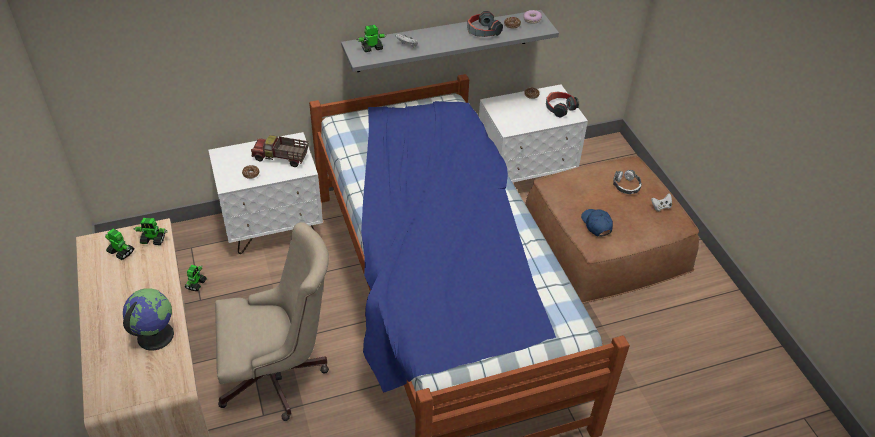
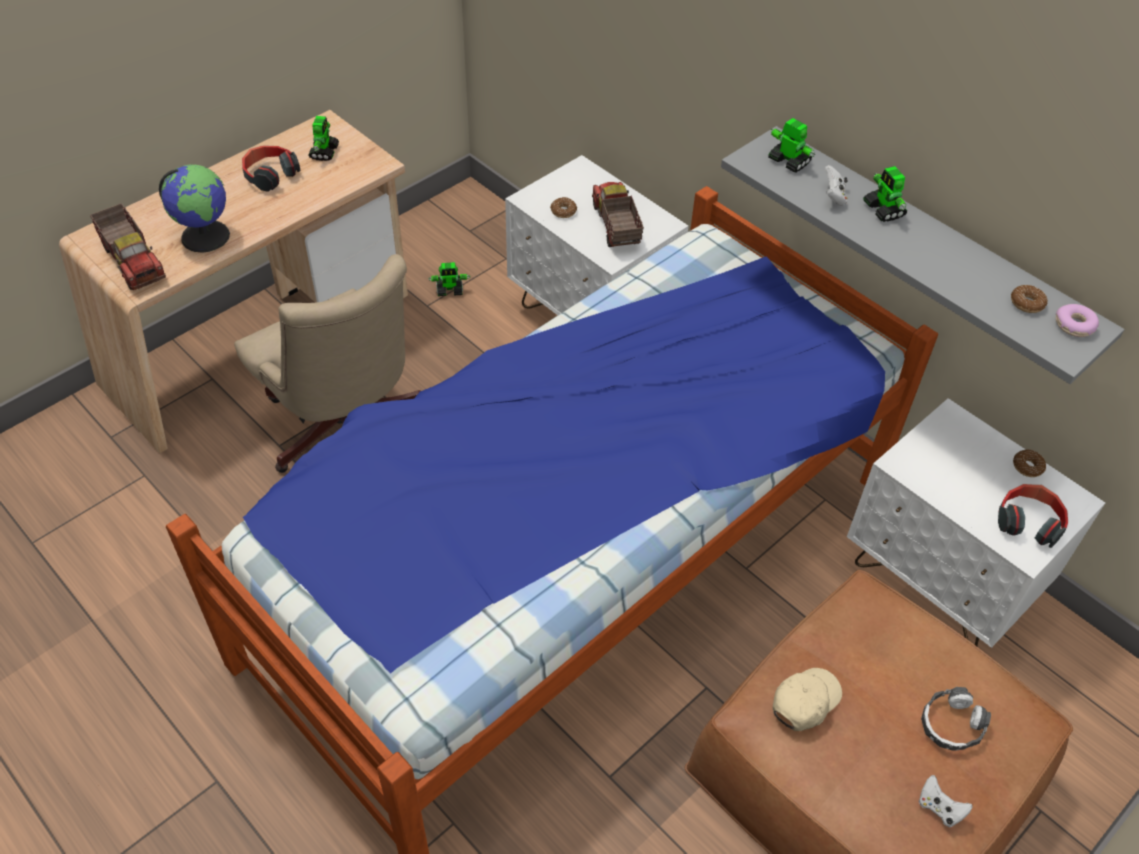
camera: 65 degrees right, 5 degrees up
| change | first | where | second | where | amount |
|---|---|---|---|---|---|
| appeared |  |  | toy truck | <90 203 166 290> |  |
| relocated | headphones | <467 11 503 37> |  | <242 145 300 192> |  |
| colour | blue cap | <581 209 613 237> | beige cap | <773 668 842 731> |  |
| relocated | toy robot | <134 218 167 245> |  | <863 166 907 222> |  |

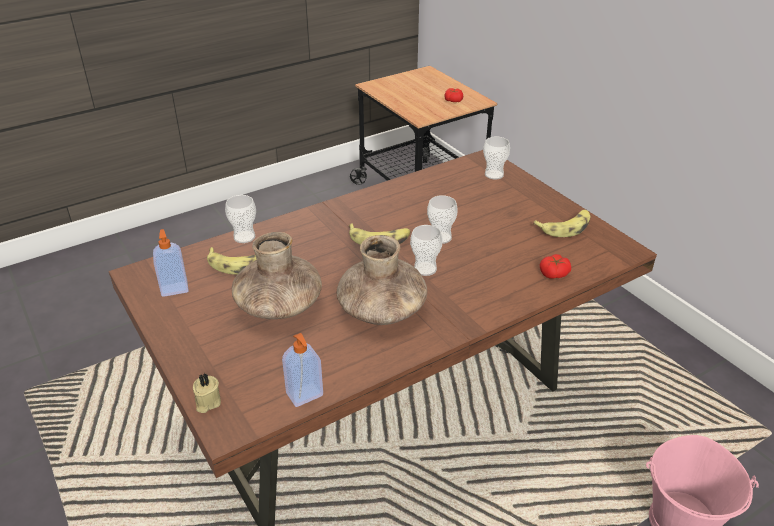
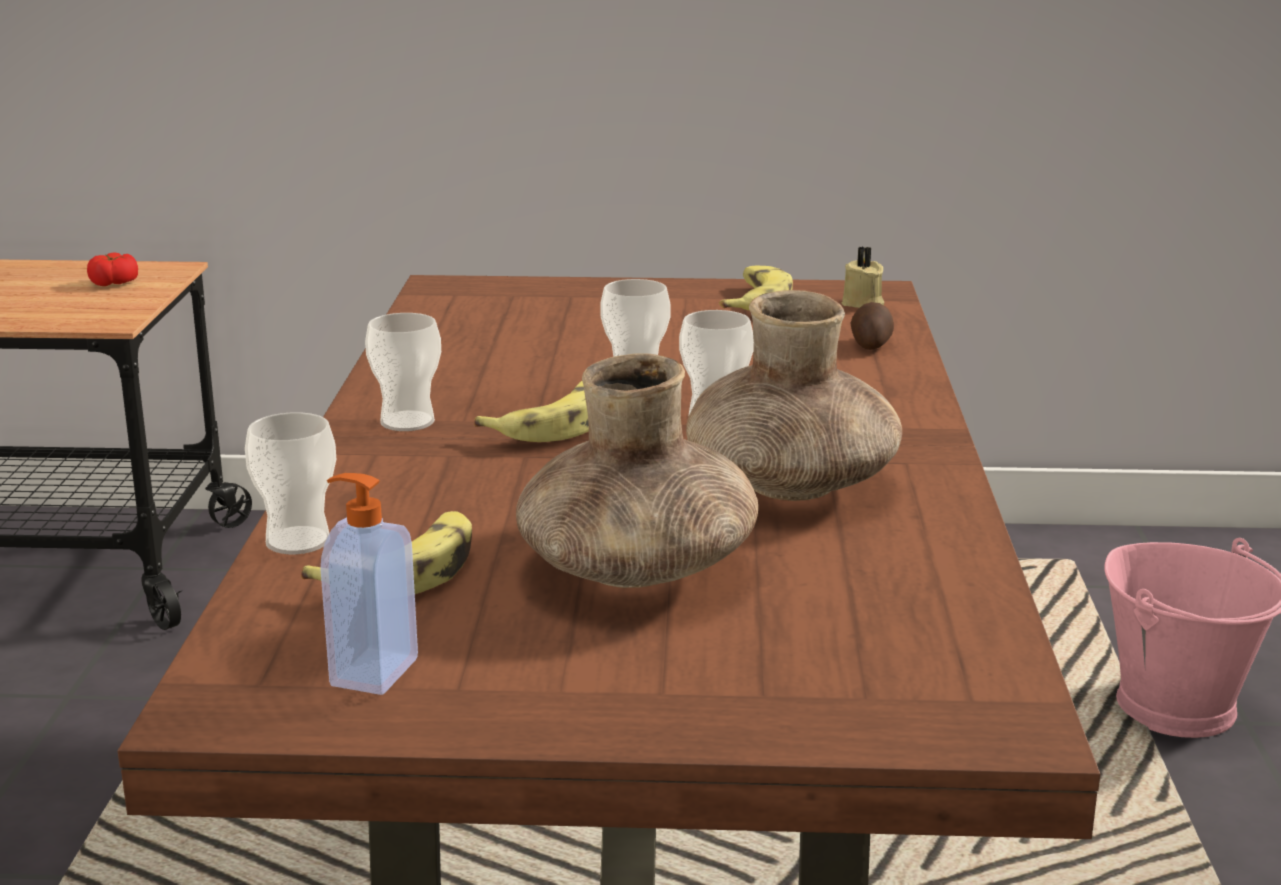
camera: 55 degrees left, 15 degrees down
| change | first | where | second | where | amount |
|---|---|---|---|---|---|
| relocated | cup | <483 137 510 179> |  | <365 313 441 431> |  |
| relocated | beige candle | <193 373 221 413> |  | <842 247 884 308> |  |
| exchanged | tomato | <540 254 571 279> | potato | <850 302 894 350> |  |
| missing | soap dispenser | <282 333 323 407> |  |  |  |

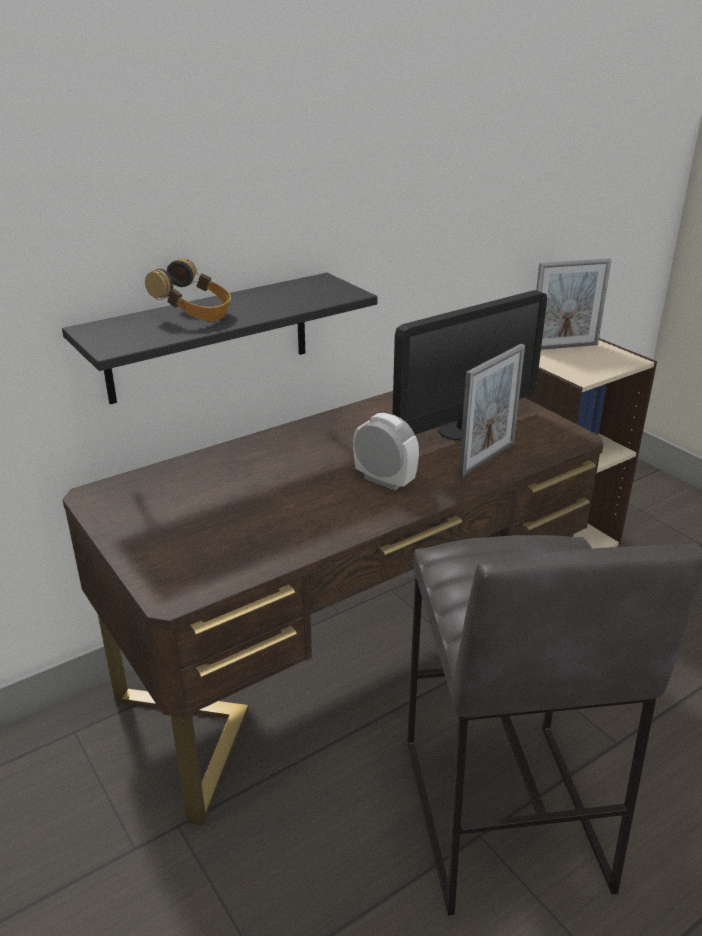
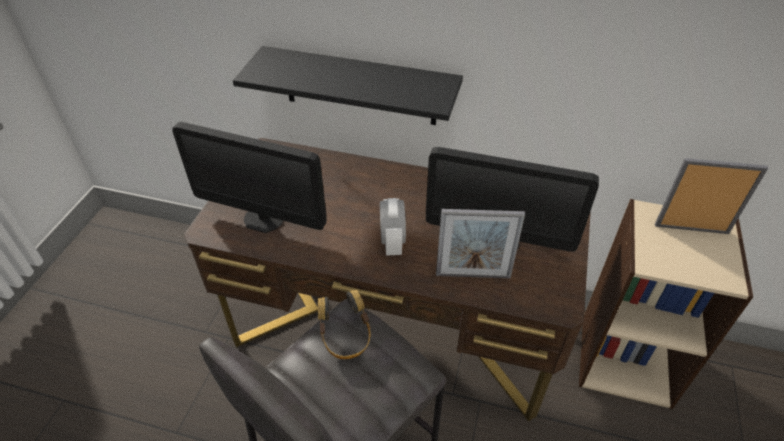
camera: 50 degrees right, 15 degrees up
| change | first | where | second | where | amount |
|---|---|---|---|---|---|
| appeared |  |  | monitor | <173 122 327 233> |  |
| relocated | headphones | <145 258 231 322> |  | <318 290 371 359> |  |
| spun | picture frame | <536 258 612 350> |  | <655 158 768 234> | 150 degrees clockwise |

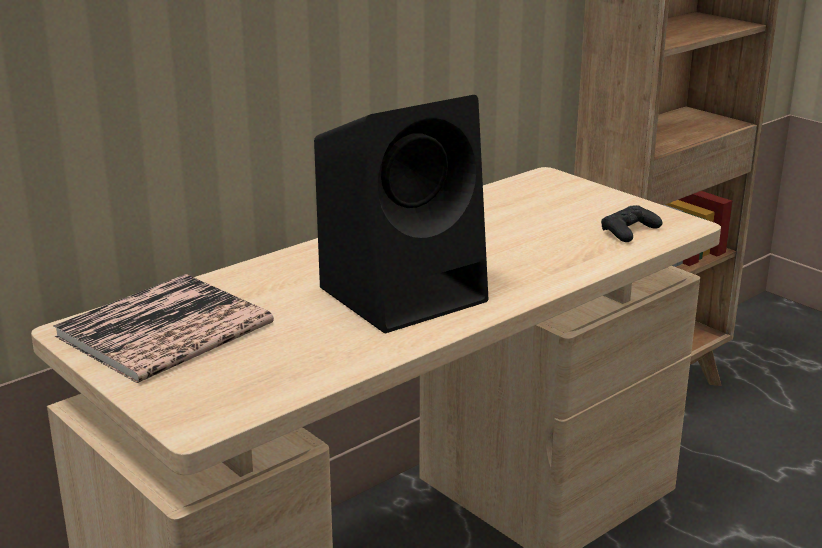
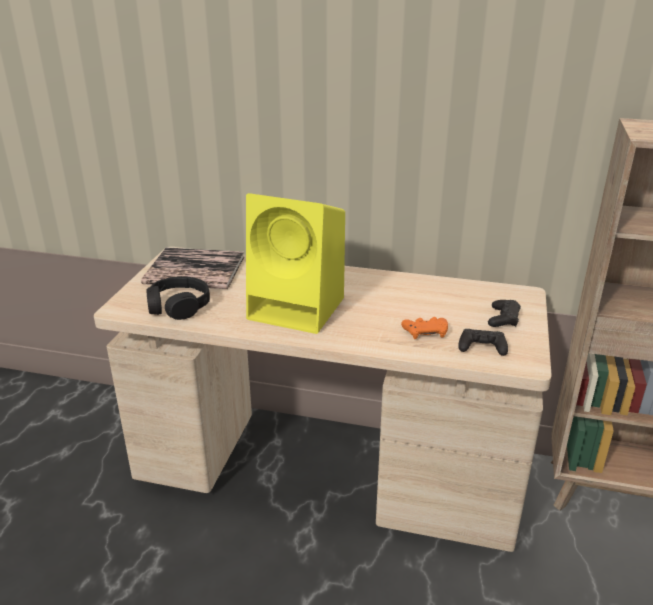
camera: 55 degrees right, 5 degrees up
| change | first | where | second | where | amount |
|---|---|---|---|---|---|
| appeared |  |  | black headphones | <147 276 210 320> |  |
| colour | black speaker | <314 95 488 333> | yellow speaker | <246 193 345 334> |  |
| appeared |  |  | orange game controller | <401 317 448 339> |  |
| appeared |  |  | black game controller | <488 300 521 327> |  |

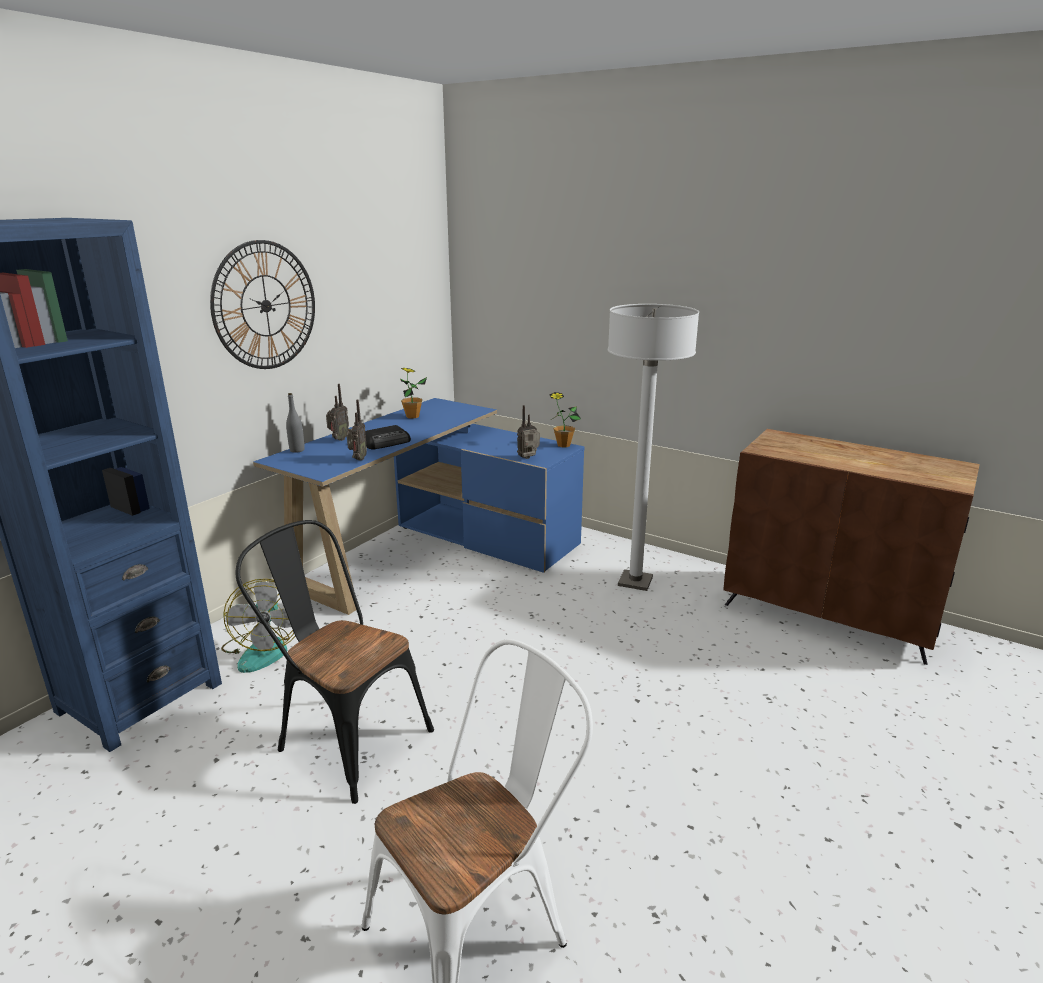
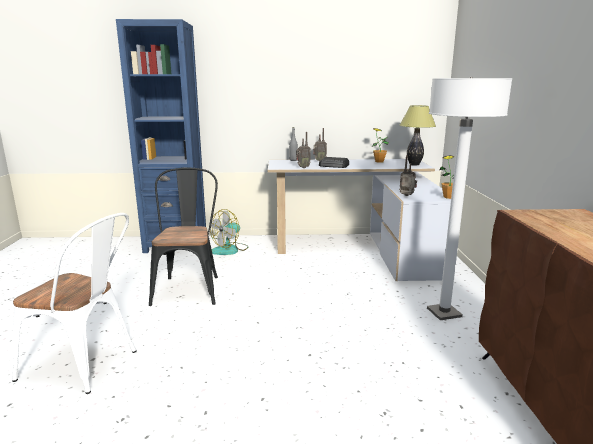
camera: 55 degrees right, 5 degrees down
| change | first | where | second | where | amount |
|---|---|---|---|---|---|
| colour | blue desk | <253 398 585 615> | white desk | <268 159 451 281> |  |
| appeared |  |  | table lamp | <399 105 436 166> |  |
| missing | wall clock | <210 240 315 369> |  |  |  |

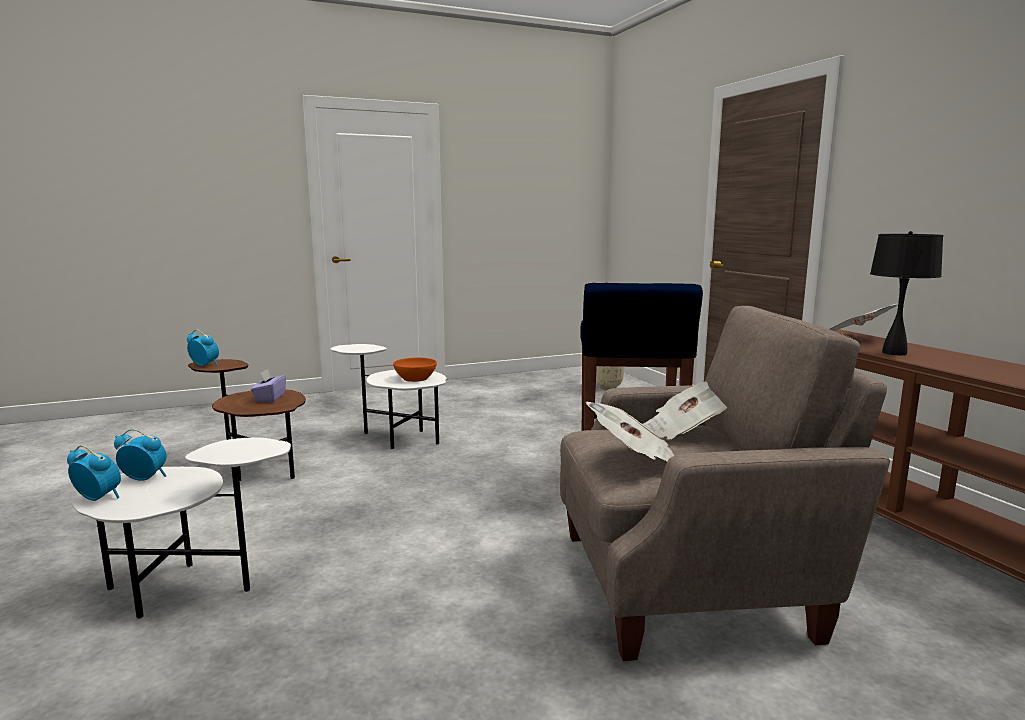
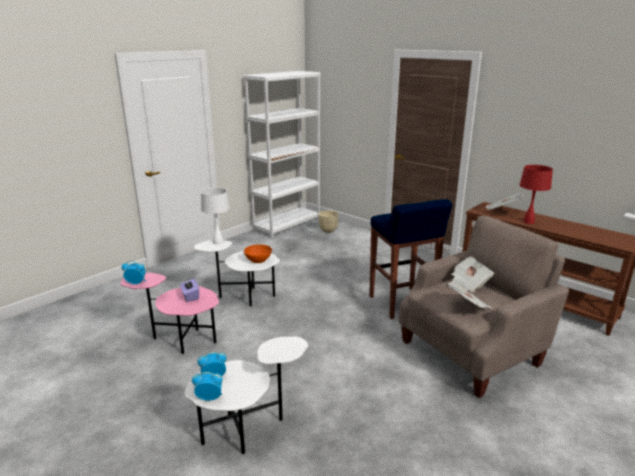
camera: 25 degrees left, 10 degrees up
| change | first | where | second | where | amount |
|---|---|---|---|---|---|
| colour | brown side table | <188 359 306 481> | pink side table | <120 273 219 354> |  |
| appeared |  |  | white table lamp | <201 187 230 245> |  |
| appeared |  |  | white bookcase | <244 71 321 239> |  |
| colour | black table lamp | <870 231 944 355> | red table lamp | <520 165 553 224> |  |

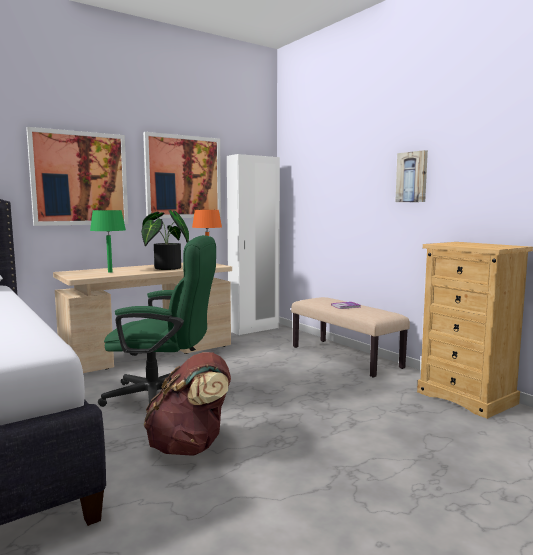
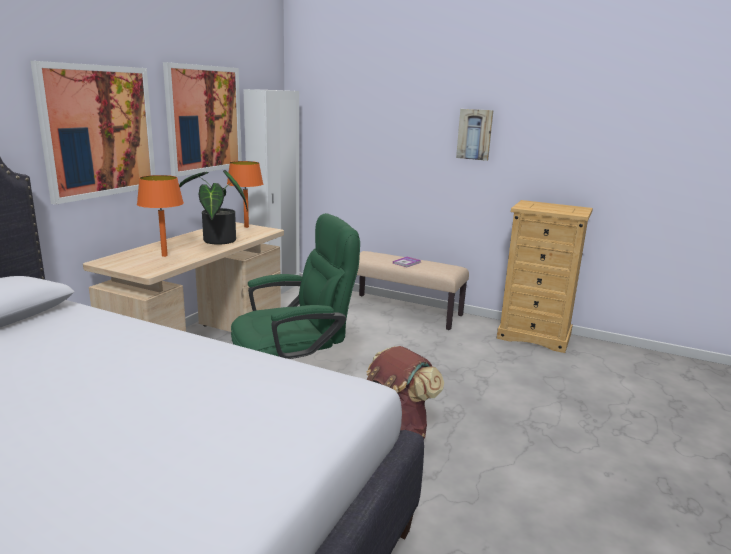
camera: 30 degrees left, 10 degrees up
| change | first | where | second | where | amount |
|---|---|---|---|---|---|
| colour | green table lamp | <90 210 126 273> | orange table lamp | <137 175 184 257> |  |

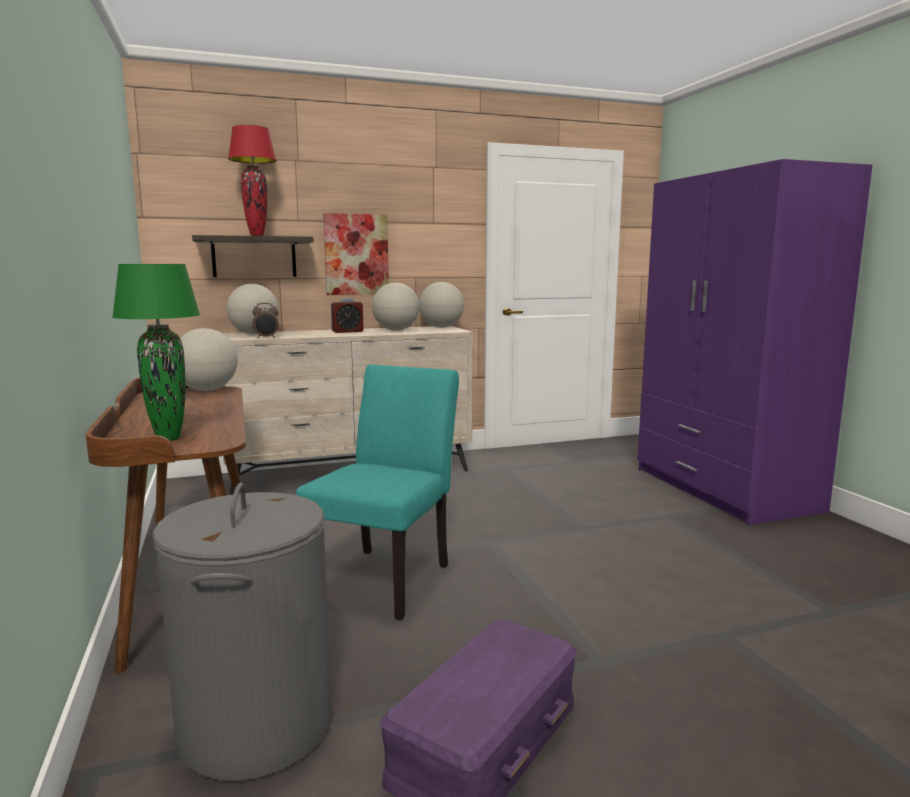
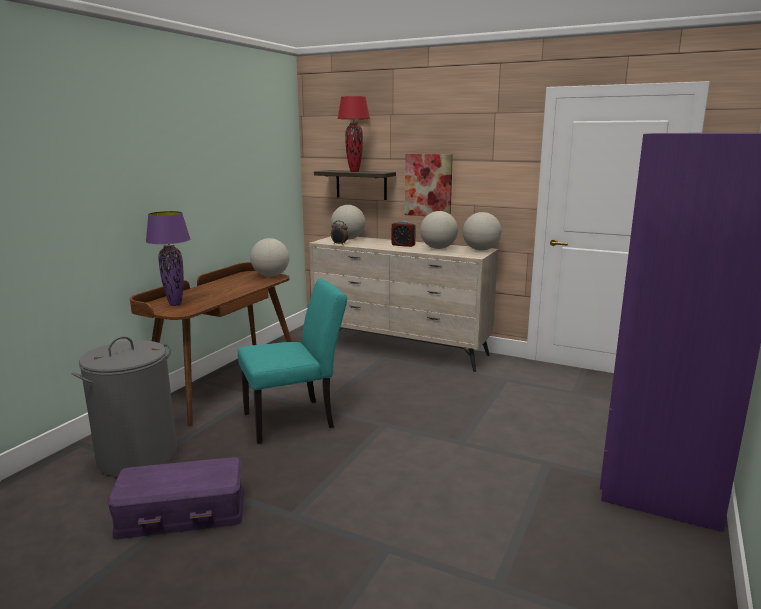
camera: 45 degrees right, 5 degrees up
| change | first | where | second | where | amount |
|---|---|---|---|---|---|
| colour | green table lamp | <112 264 200 441> | purple table lamp | <146 211 190 306> |  |

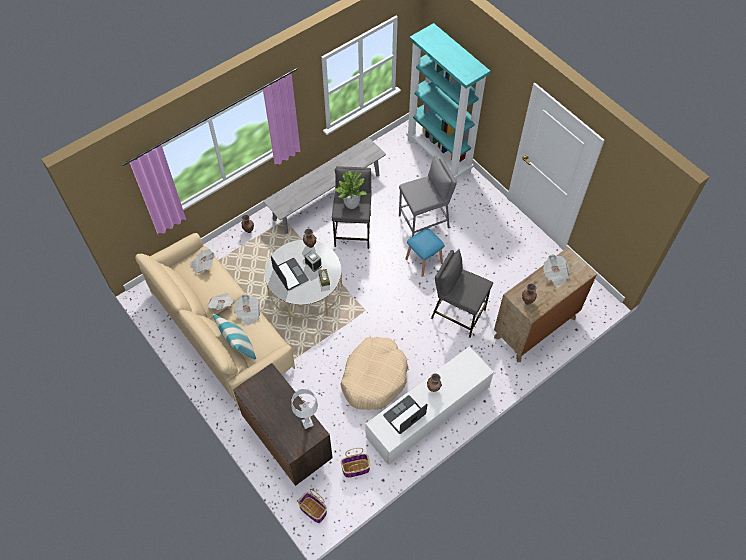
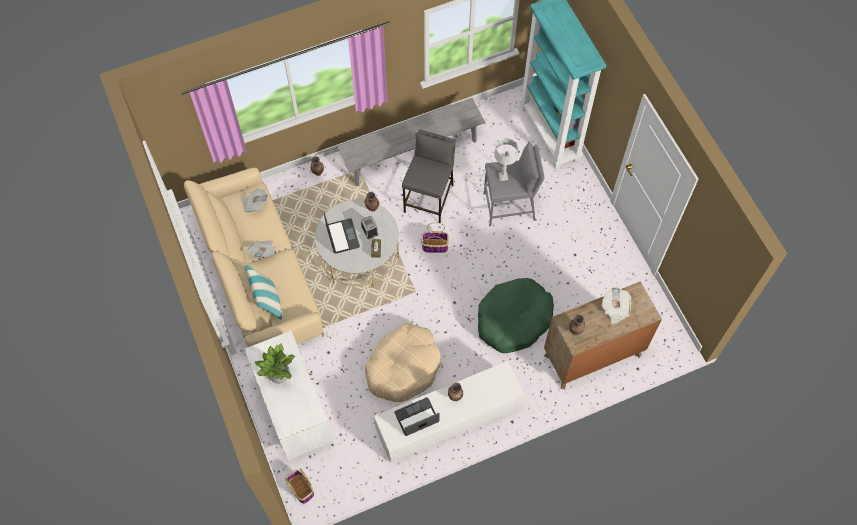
camera: 15 degrees right, 5 degrees up
| change | first | where | second | where | amount |
|---|---|---|---|---|---|
| colour | brown cabinet | <233 363 333 486> | white cabinet | <245 331 333 460> |  |
| relocated | potted plant | <334 171 367 209> |  | <255 343 295 384> |  |
| relocated | basket | <341 448 370 478> |  | <421 223 449 253> |  |
| exchanged | grey stool | <431 249 493 338> | green dog bed | <478 278 554 353> |  |
| relocated | grey table lamp | <291 389 318 429> |  | <494 138 518 181> |  |
| missing | newspaper | <234 294 260 327> |  |  |  |
| missing | blue stool | <406 228 445 277> |  |  |  |

